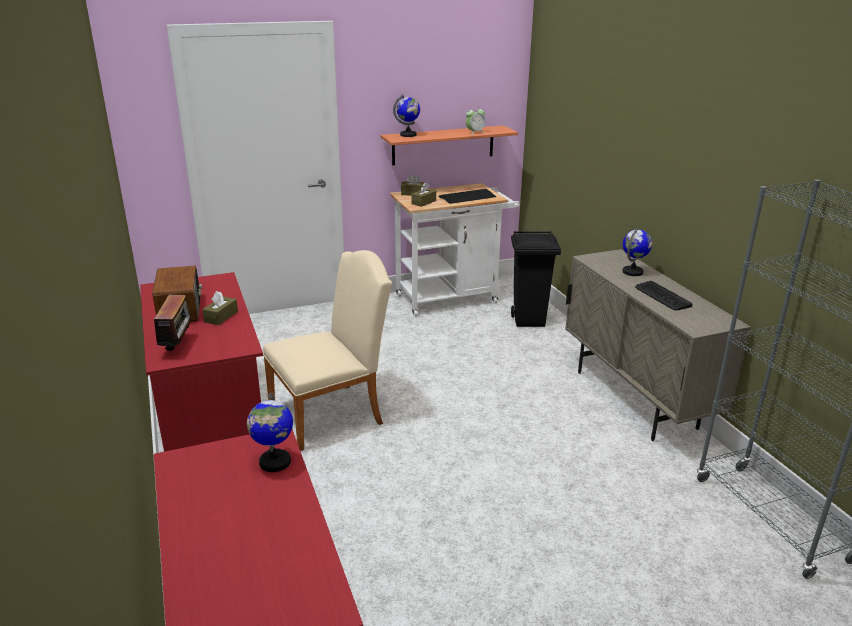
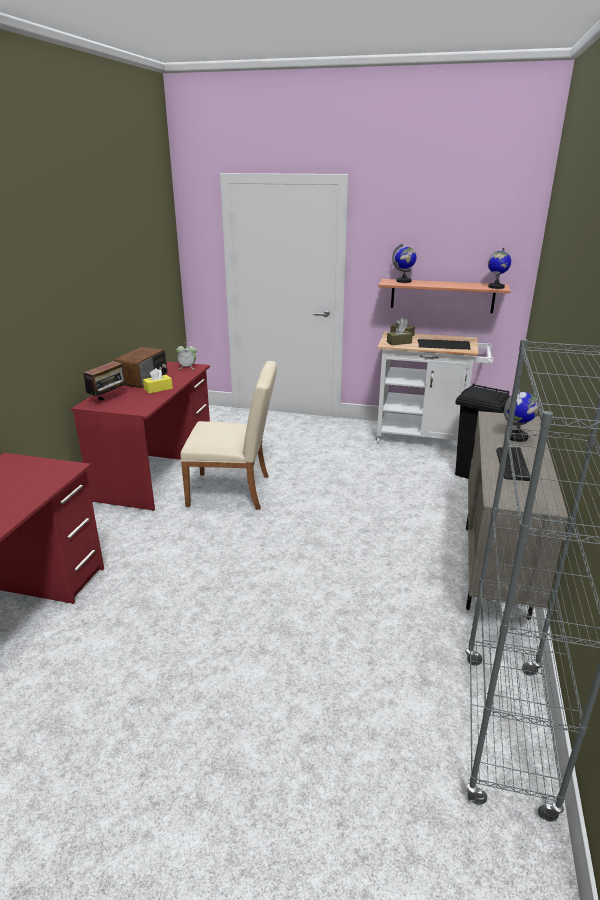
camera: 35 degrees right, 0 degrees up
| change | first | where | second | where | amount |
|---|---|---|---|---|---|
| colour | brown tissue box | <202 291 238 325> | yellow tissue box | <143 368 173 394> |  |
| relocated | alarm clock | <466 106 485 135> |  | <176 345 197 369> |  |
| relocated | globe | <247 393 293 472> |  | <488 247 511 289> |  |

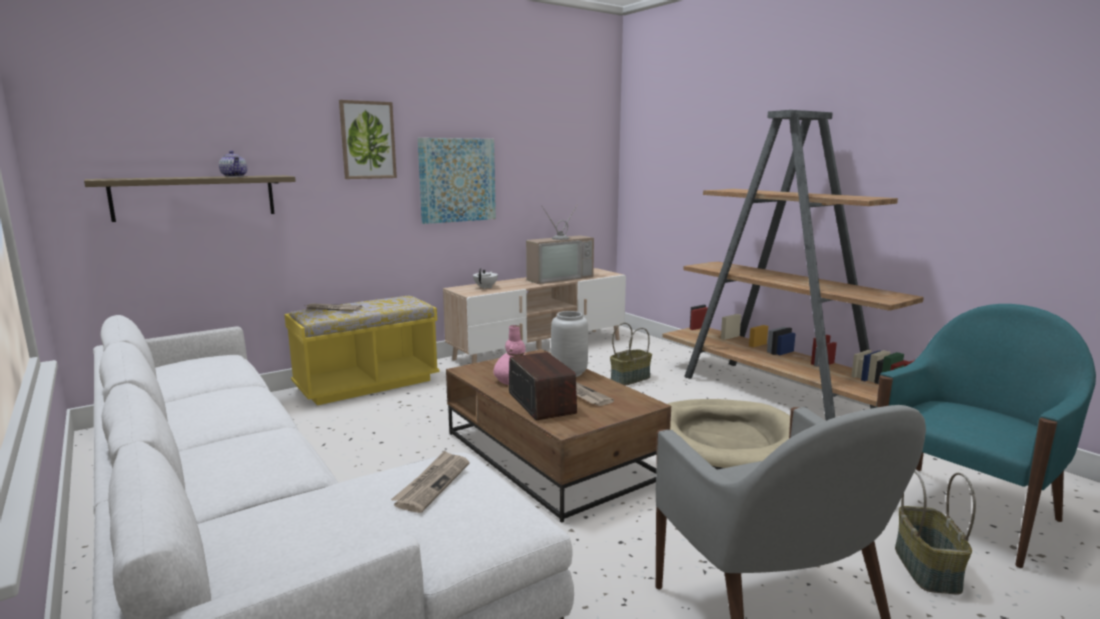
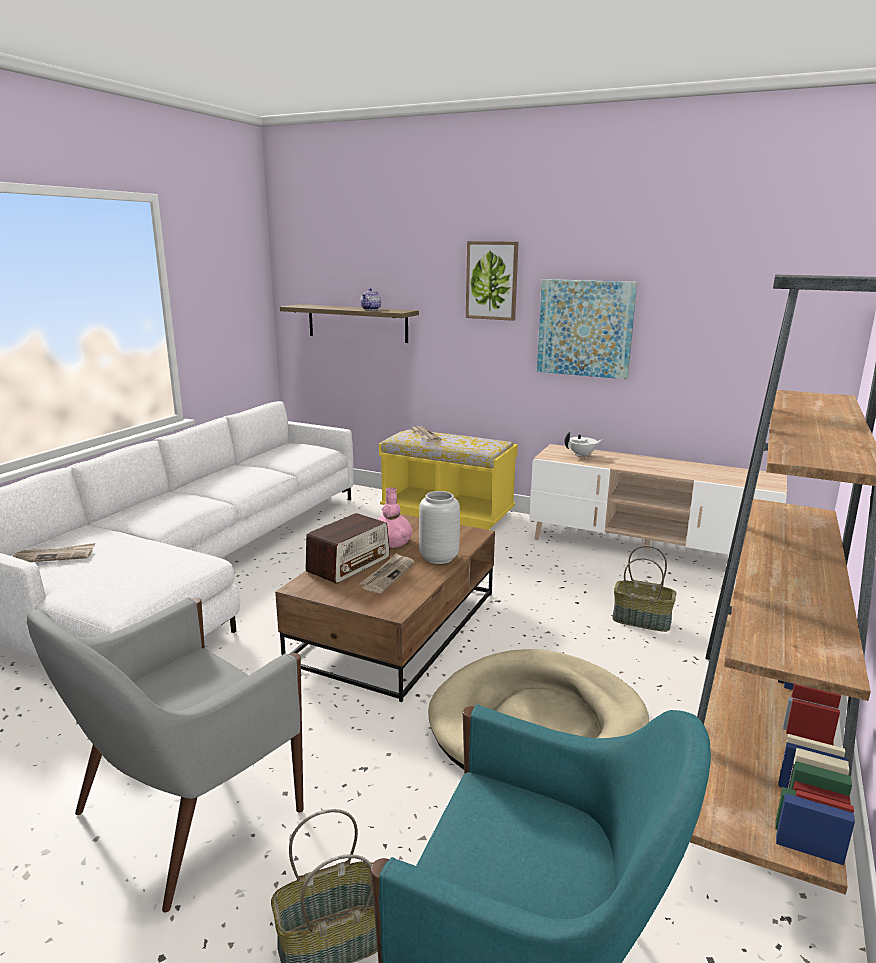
camera: 60 degrees right, 5 degrees up
| change | first | where | second | where | amount |
|---|---|---|---|---|---|
| relocated | newspaper | <391 451 469 513> |  | <13 543 95 562> |  |
| missing | television | <526 204 594 284> |  |  |  |

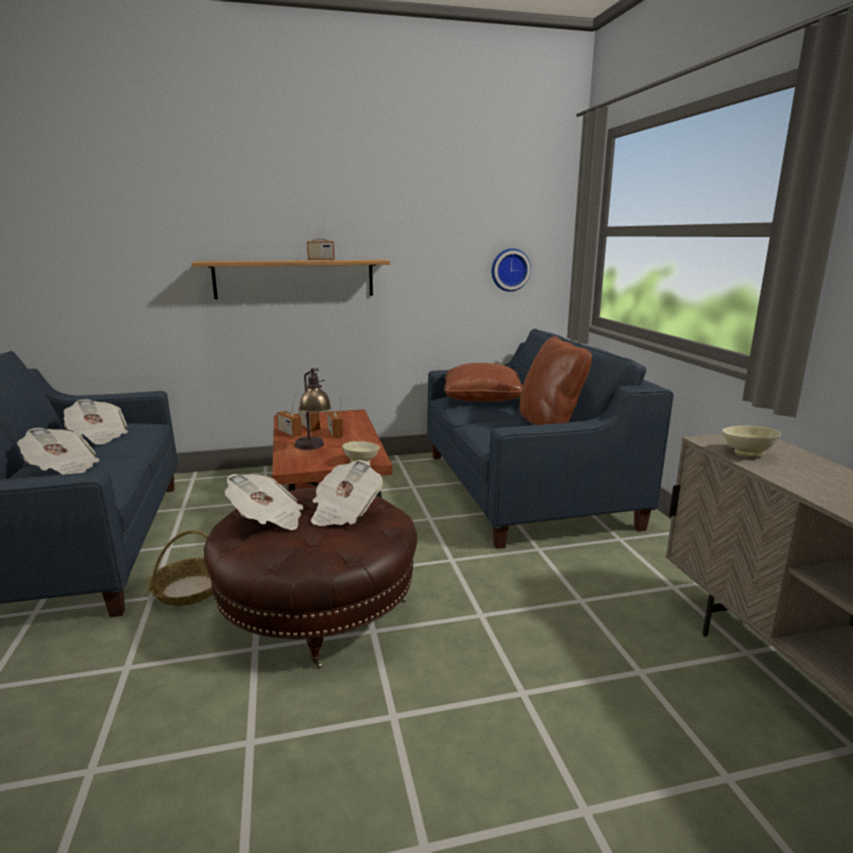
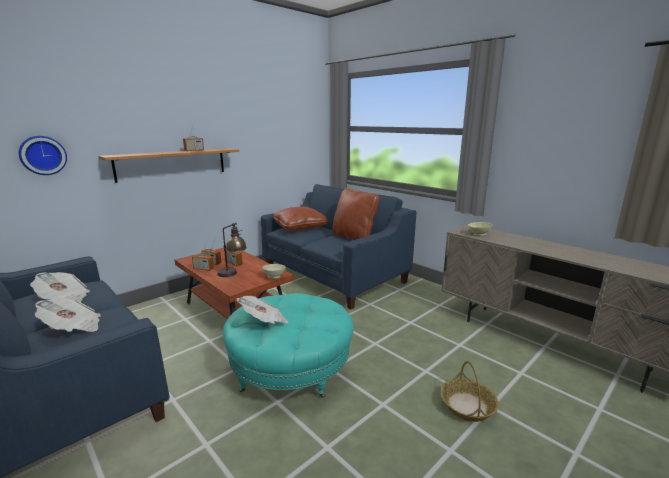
camera: 30 degrees left, 0 degrees up
| change | first | where | second | where | amount |
|---|---|---|---|---|---|
| relocated | wall clock | <492 248 531 292> |  | <19 136 67 175> |  |
| colour | brown ottoman | <204 488 417 669> | turquoise ottoman | <223 293 354 398> |  |
| relocated | basket | <147 530 213 606> |  | <440 361 499 422> |  |
| missing | newspaper | <311 460 383 526> |  |  |  |

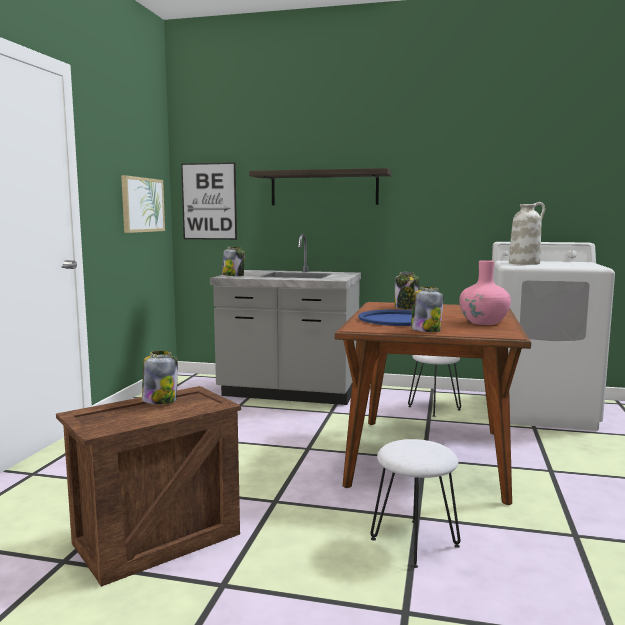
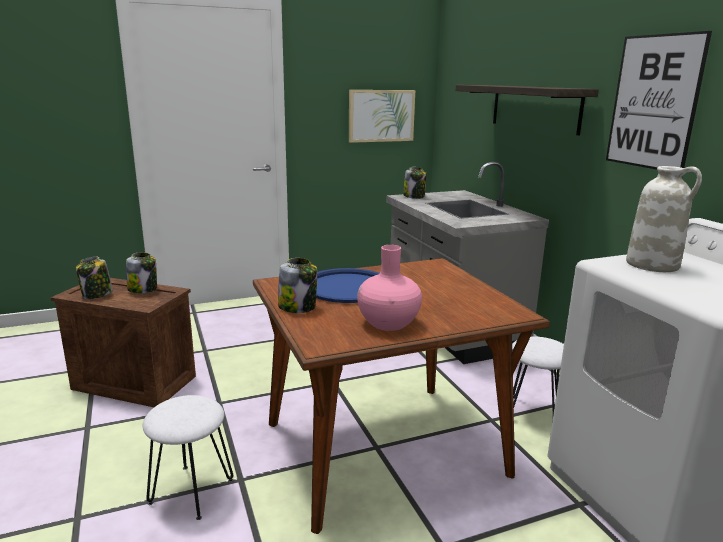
camera: 55 degrees right, 10 degrees up
| change | first | where | second | where | amount |
|---|---|---|---|---|---|
| relocated | jar | <395 272 419 309> |  | <76 257 113 299> |  |
| relocated | picture | <181 162 237 240> |  | <606 31 712 170> |  |

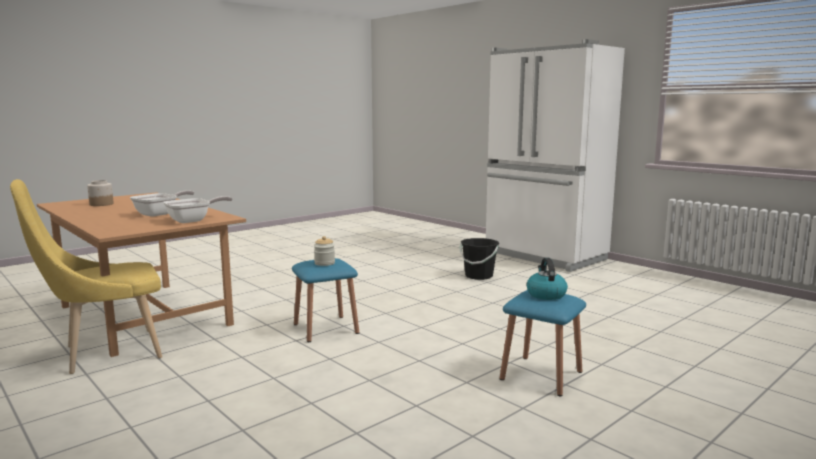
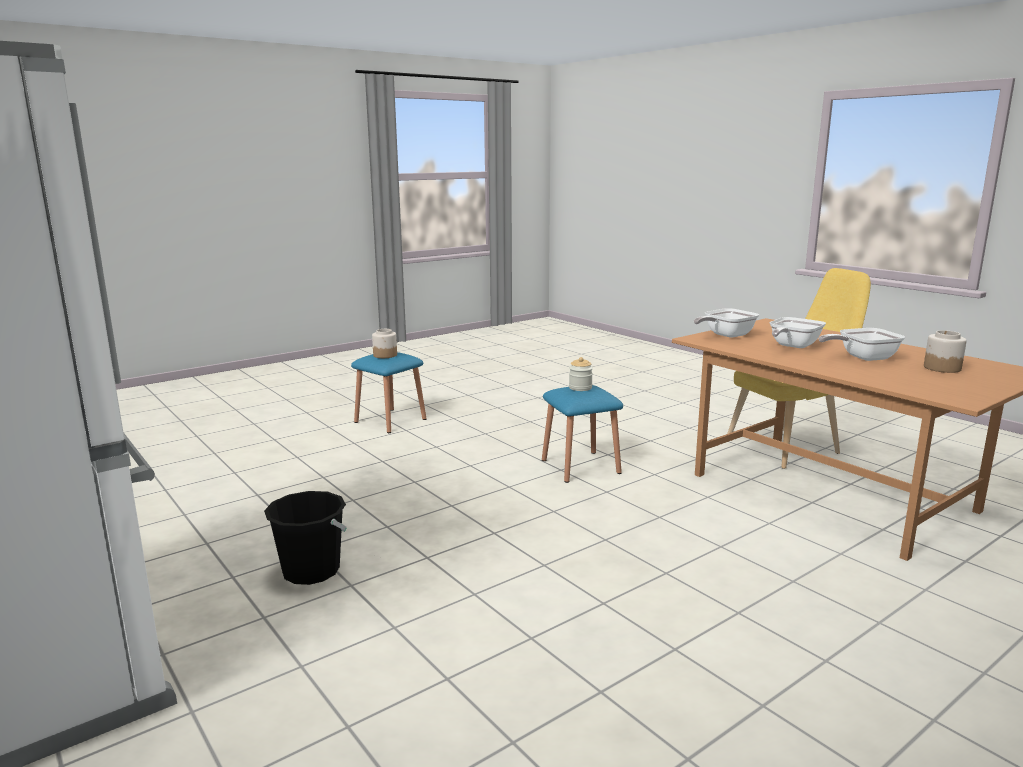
camera: 175 degrees left, 5 degrees up
| change | first | where | second | where | amount |
|---|---|---|---|---|---|
| exchanged | kettle | <526 258 568 300> | jar | <372 329 397 358> |  |
| appeared |  |  | frying pan | <819 328 905 361> |  |

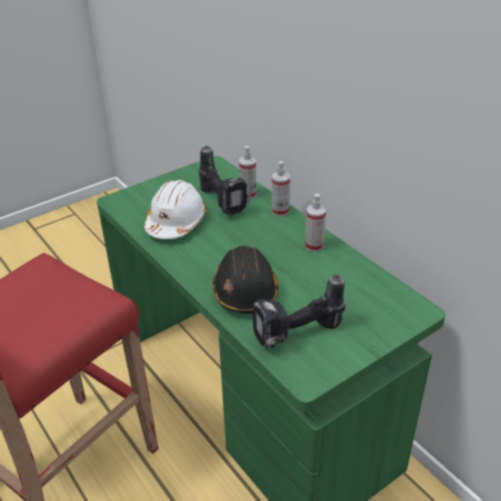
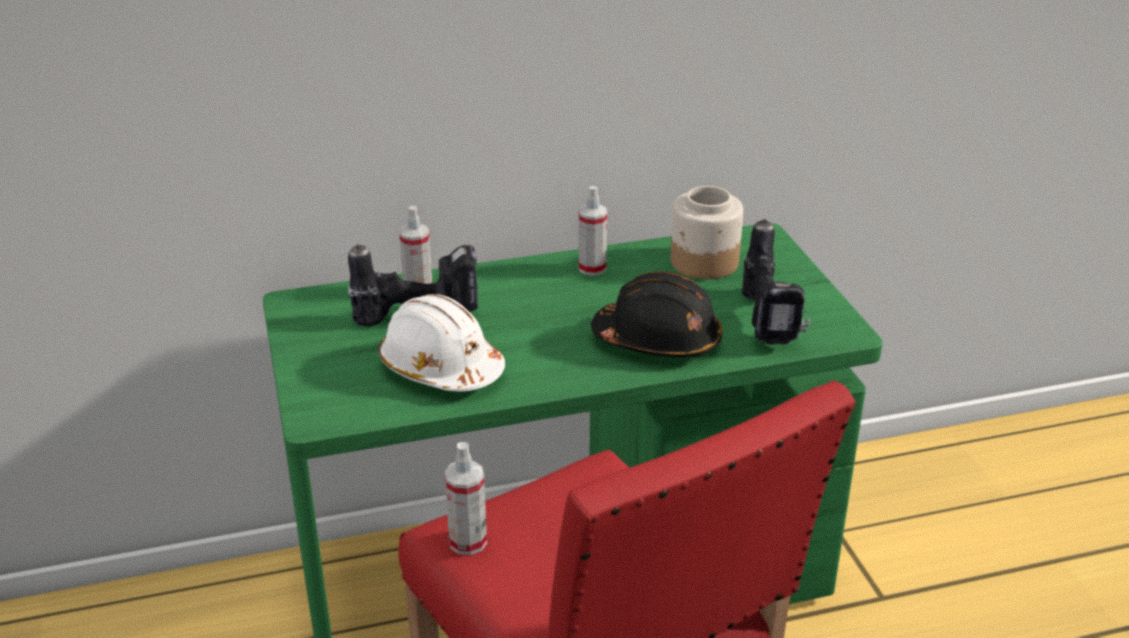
camera: 70 degrees left, 5 degrees down
| change | first | where | second | where | amount |
|---|---|---|---|---|---|
| relocated | spray bottle | <272 161 290 216> |  | <445 442 487 555> |  |
| appeared |  |  | jar | <670 186 743 279> |  |

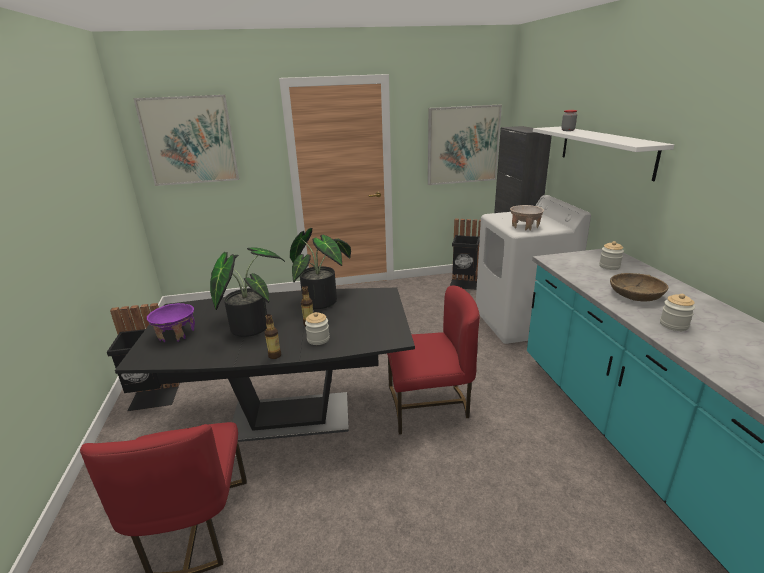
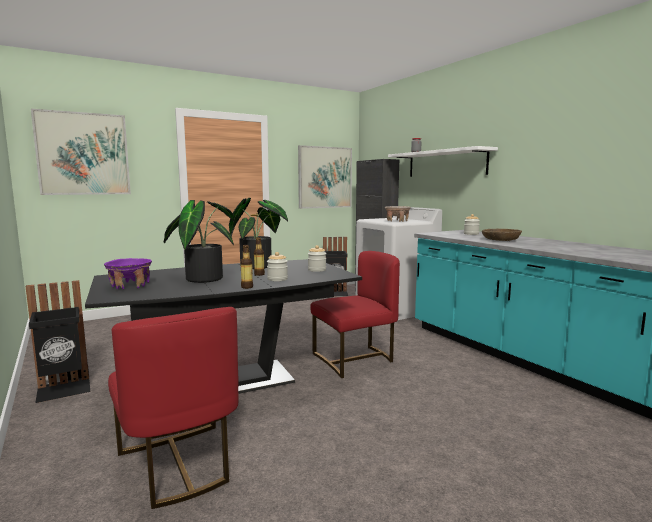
camera: 20 degrees left, 15 degrees down
| change | first | where | second | where | amount |
|---|---|---|---|---|---|
| relocated | jar | <660 294 695 331> |  | <308 245 326 272> |  |

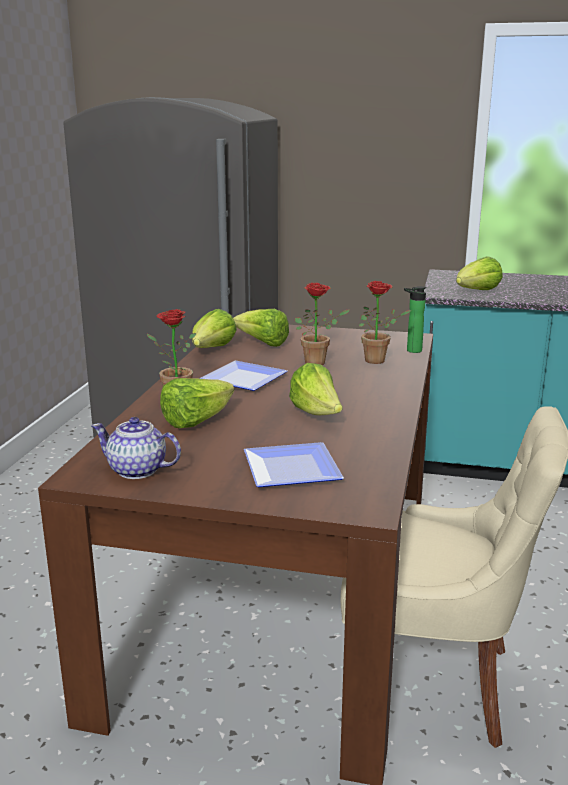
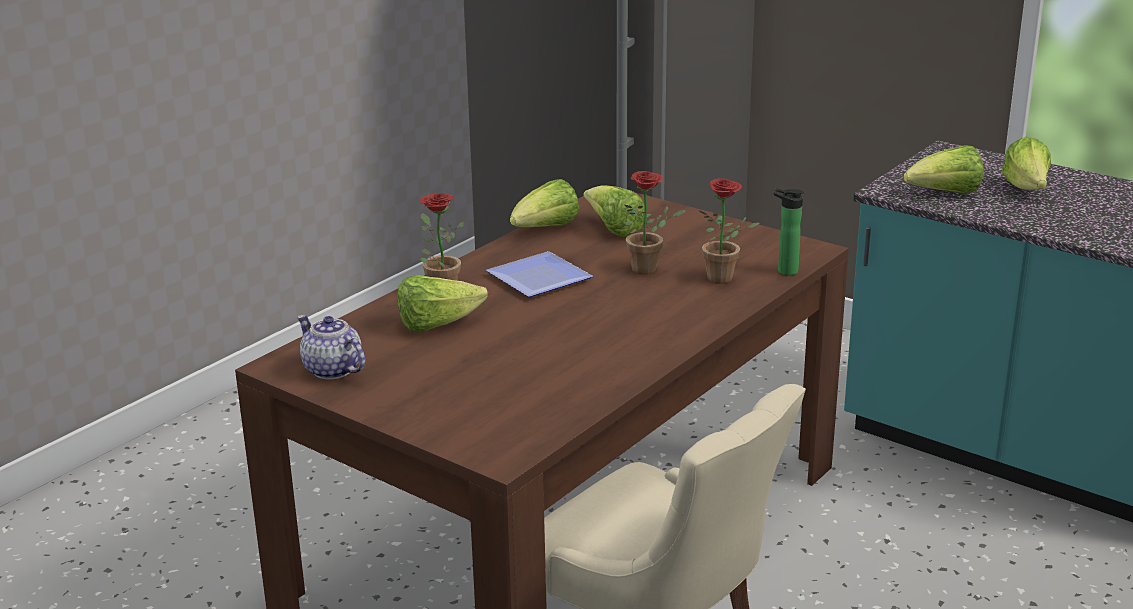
camera: 25 degrees right, 5 degrees up
| change | first | where | second | where | amount |
|---|---|---|---|---|---|
| relocated | lettuce | <289 363 342 415> |  | <1002 137 1051 190> |  |
| missing | plate | <244 442 344 487> |  |  |  |

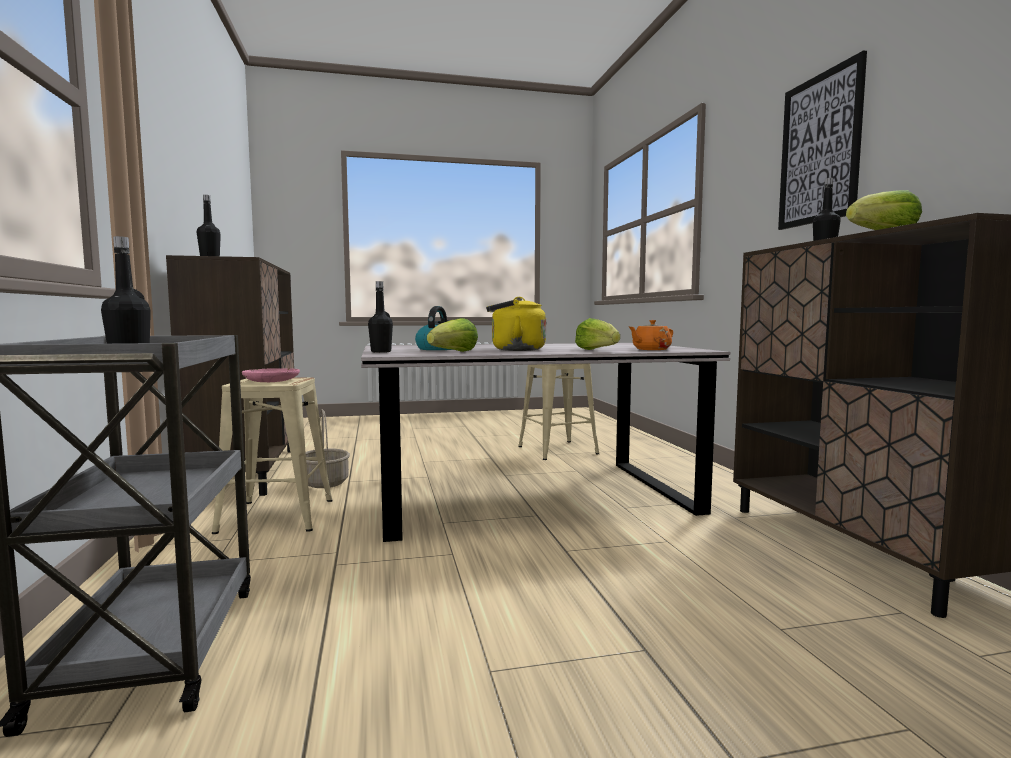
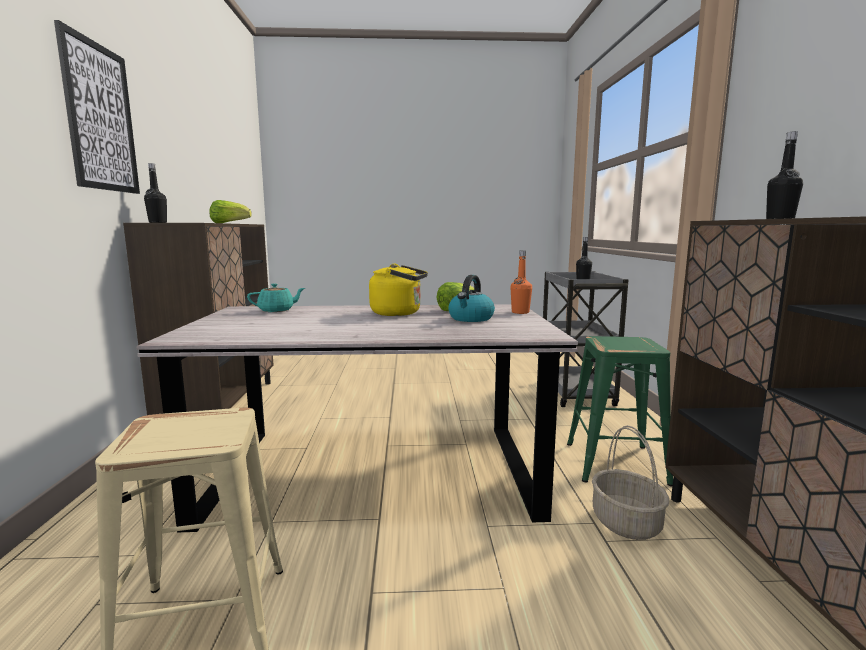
camera: 170 degrees left, 5 degrees up
| change | first | where | second | where | amount |
|---|---|---|---|---|---|
| colour | orange teapot | <629 320 673 350> | turquoise teapot | <247 283 305 312> |  |
| colour | black bottle | <368 281 393 353> | orange bottle | <511 251 532 314> |  |
| colour | beige stool | <212 377 333 534> | green stool | <567 336 673 486> |  |
| missing | pink plate | <242 368 300 382> |  |  |  |
| missing | lettuce | <575 318 620 350> |  |  |  |

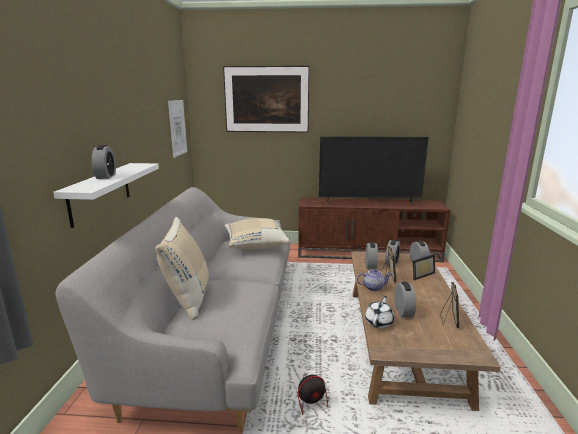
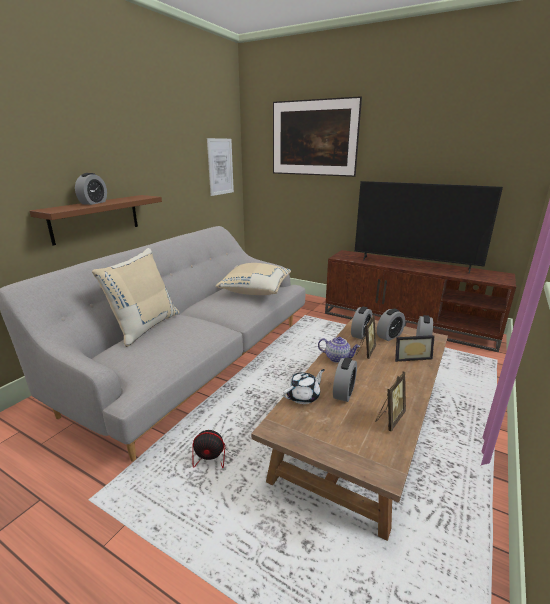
camera: 25 degrees right, 5 degrees up
| change | first | where | second | where | amount |
|---|---|---|---|---|---|
| colour | white shelf | <53 163 159 228> | brown shelf | <29 195 162 245> |  |

